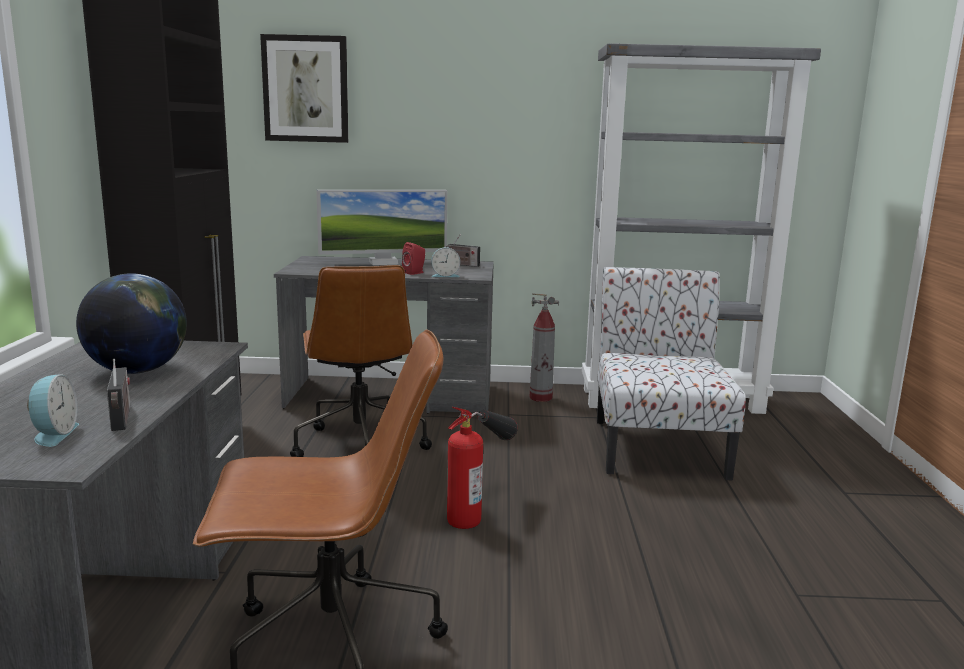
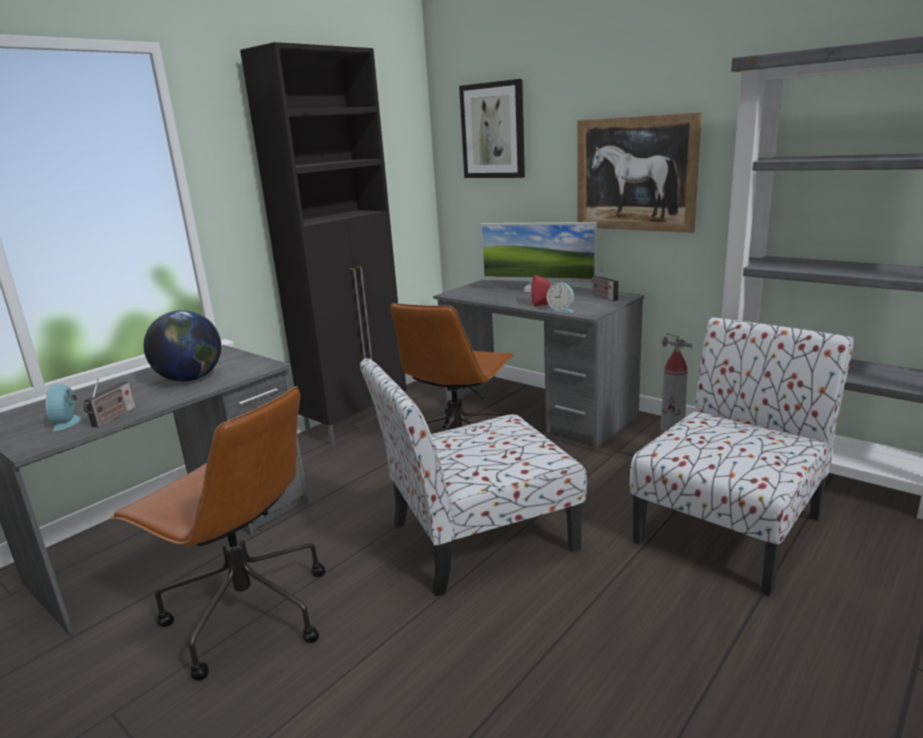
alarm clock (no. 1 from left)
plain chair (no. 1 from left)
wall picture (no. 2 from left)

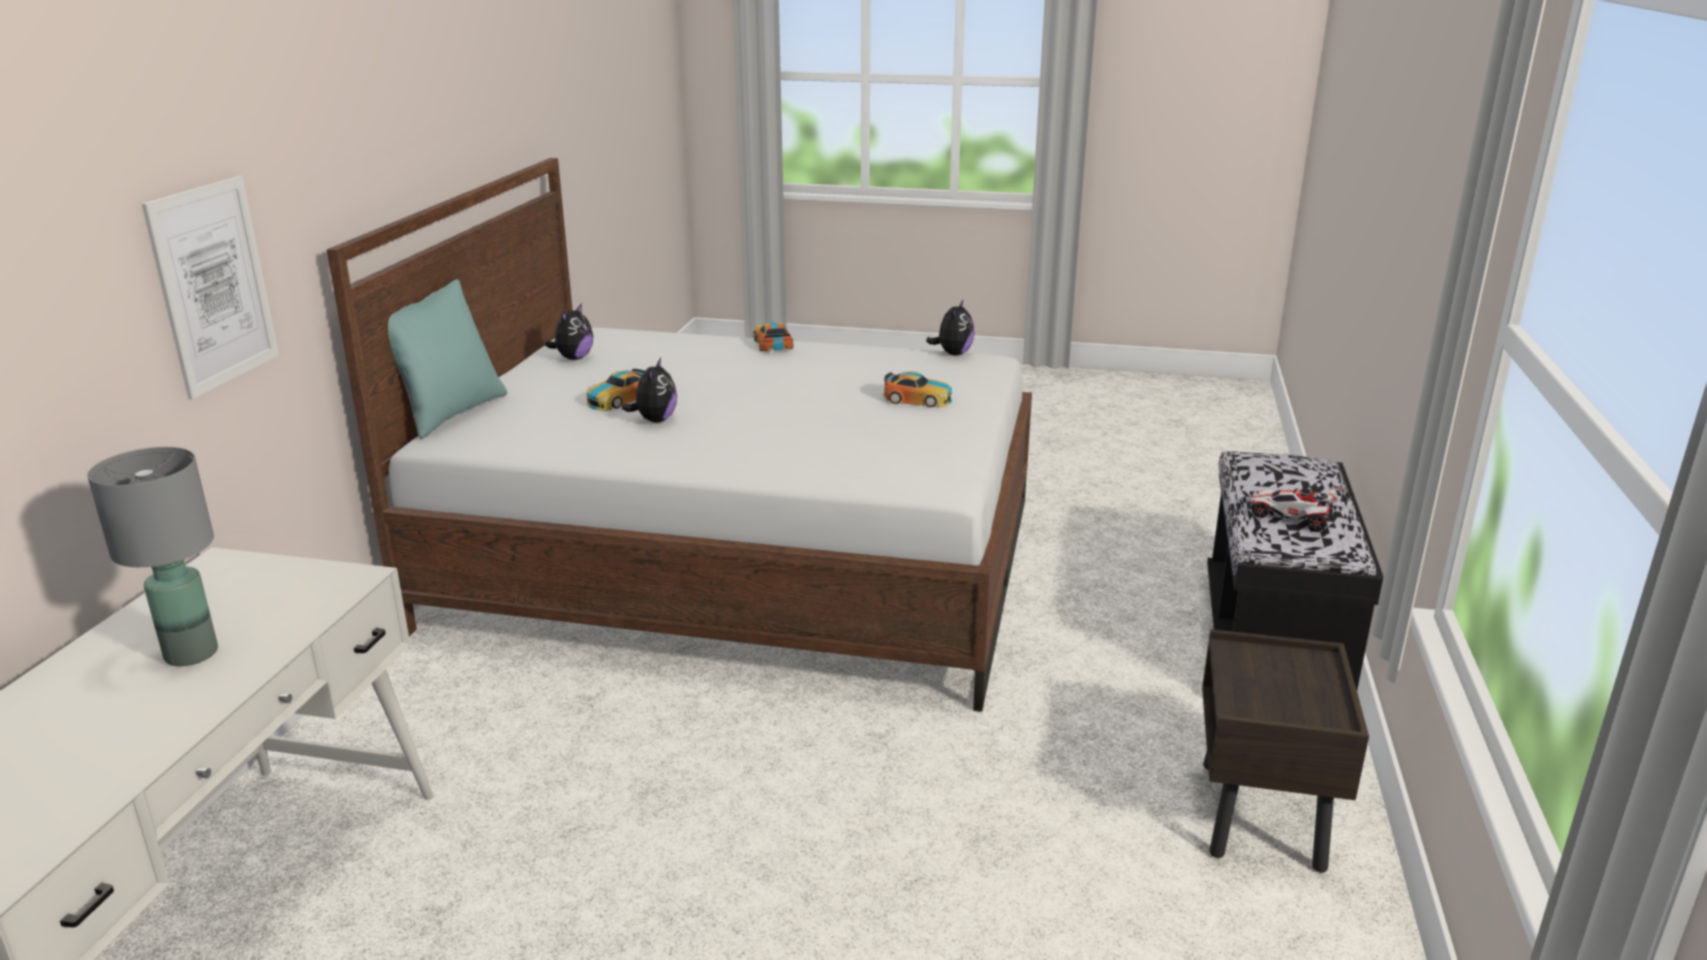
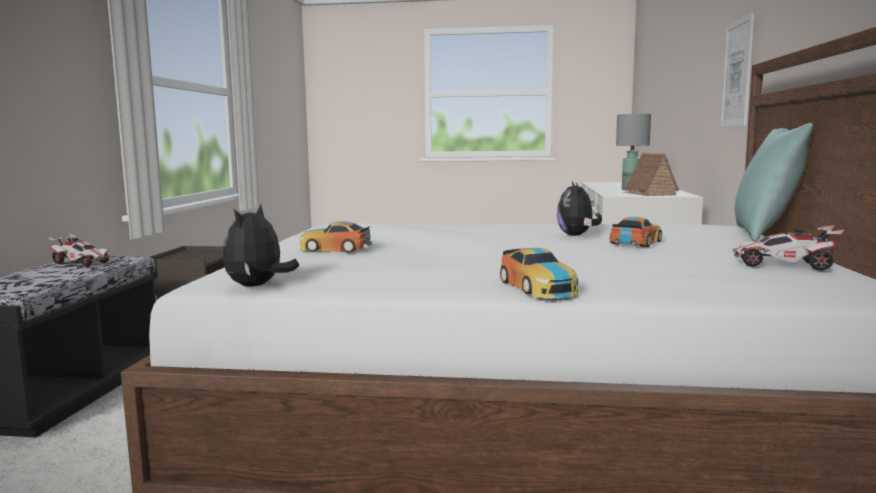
toy car (no. 5 from left)
toy house

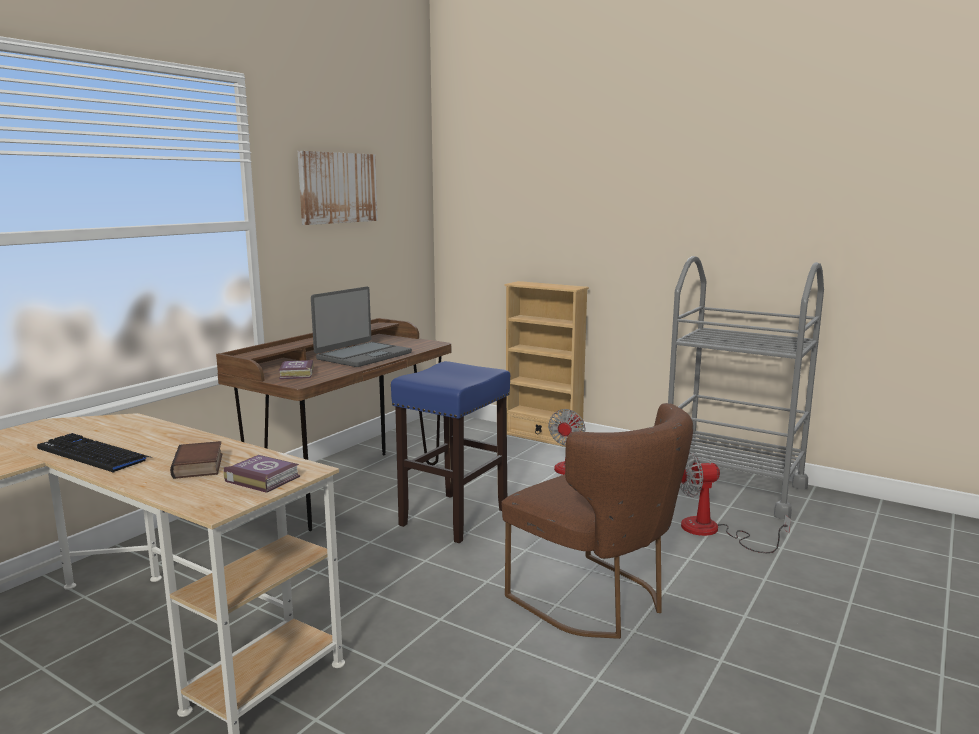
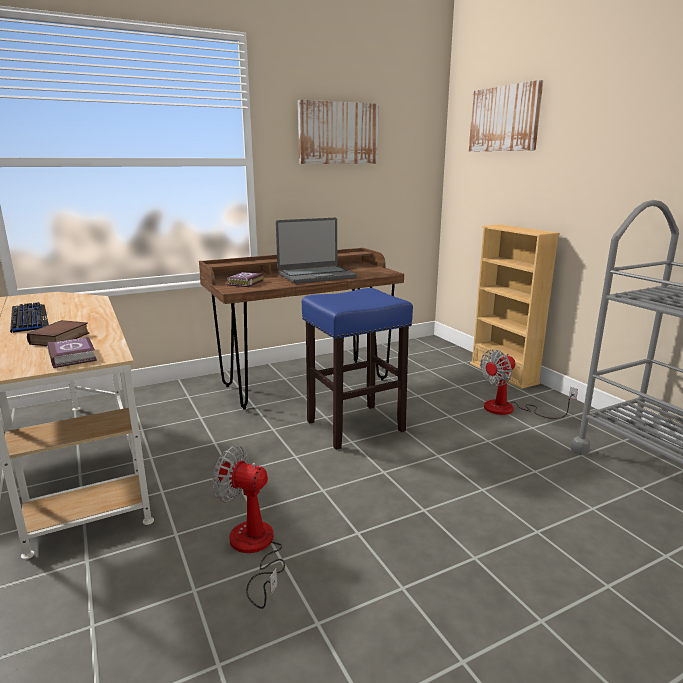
brown-coloured plain chair
cooling fan (no. 1 from left)
wall picture (no. 2 from left)

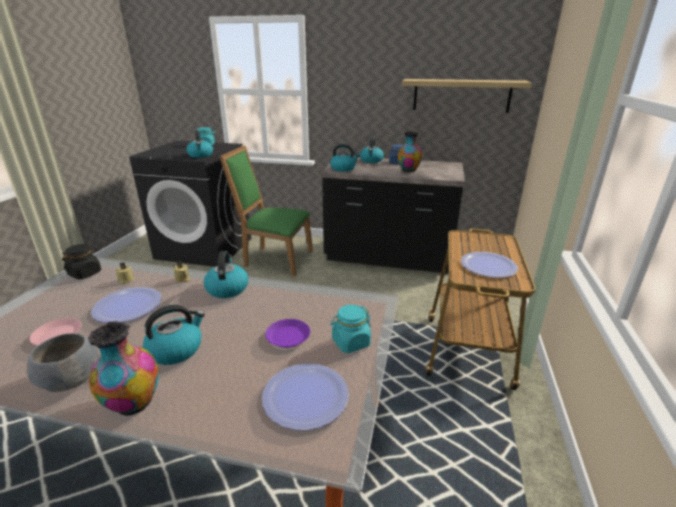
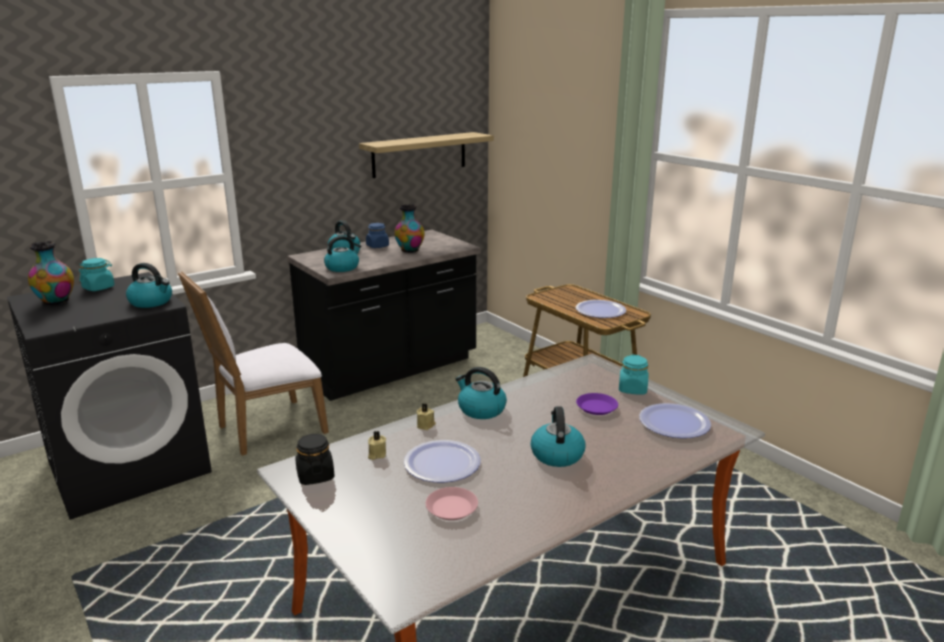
greyish deep dish
decorative vase (no. 1 from left)
white-coloured plain chair

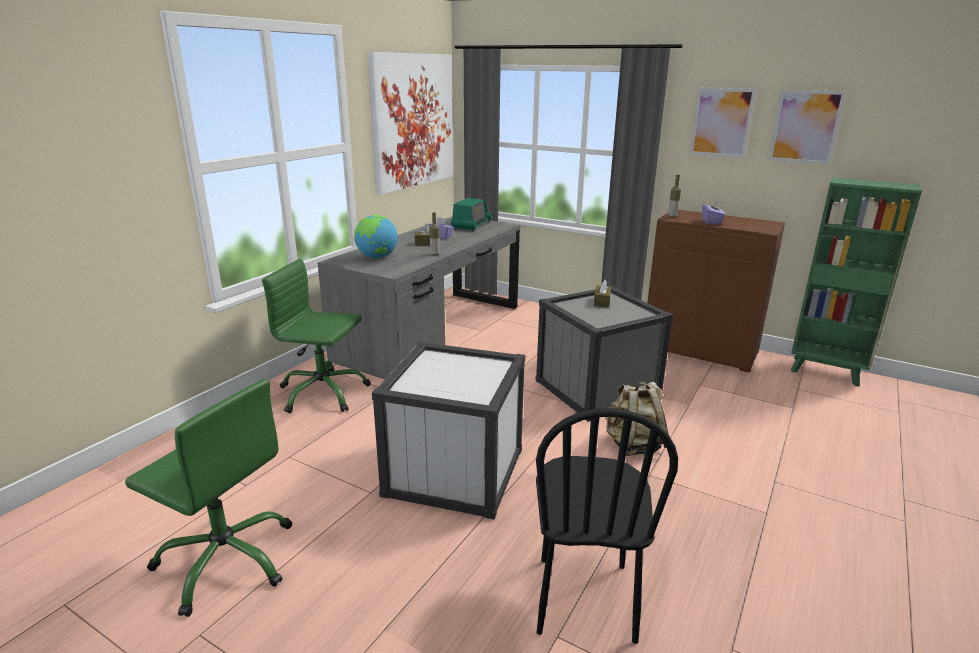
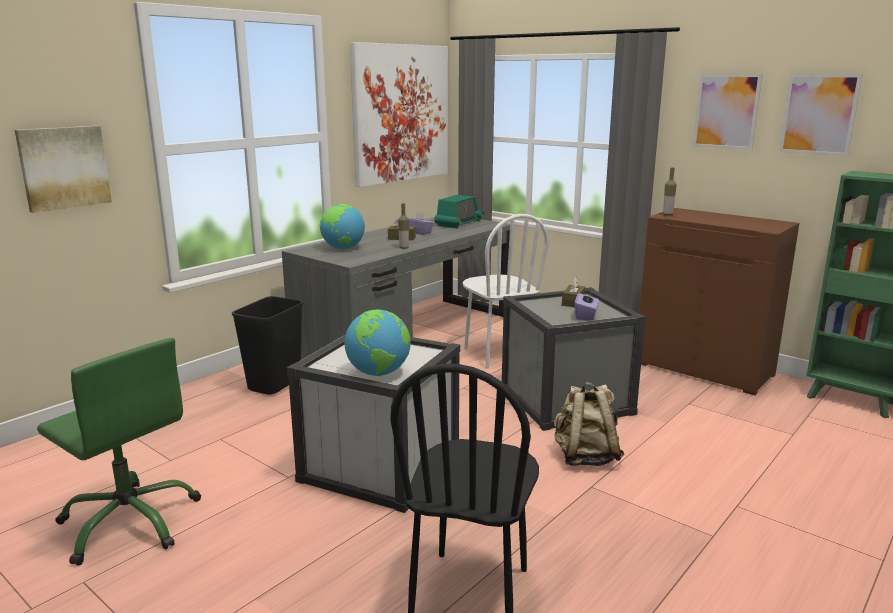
black trash can
purple-coloured tissue box (no. 2 from left)
wall picture (no. 1 from left)
globe (no. 2 from left)
white-coloured plain chair

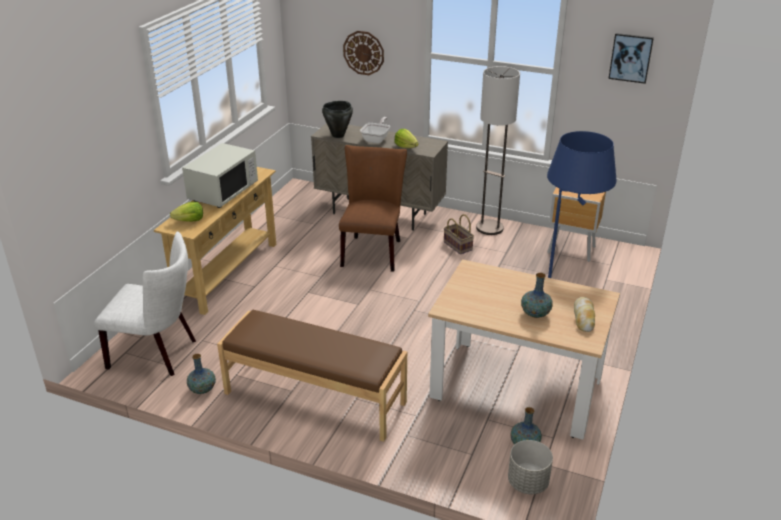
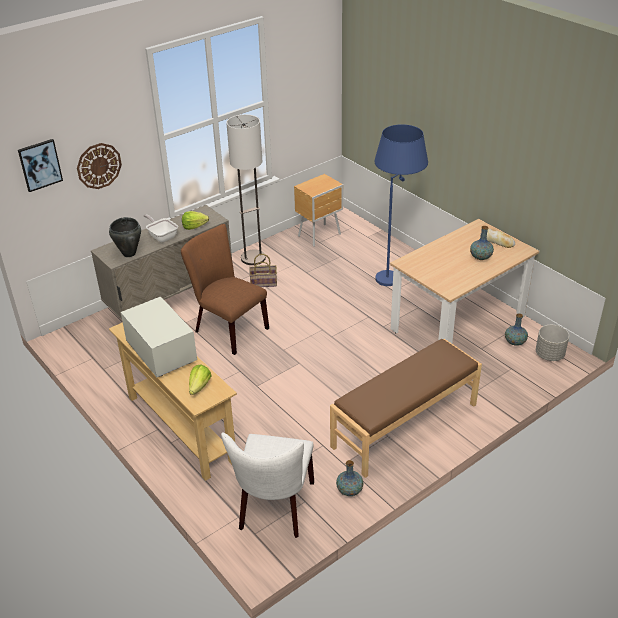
white-coloured plain chair
wall picture

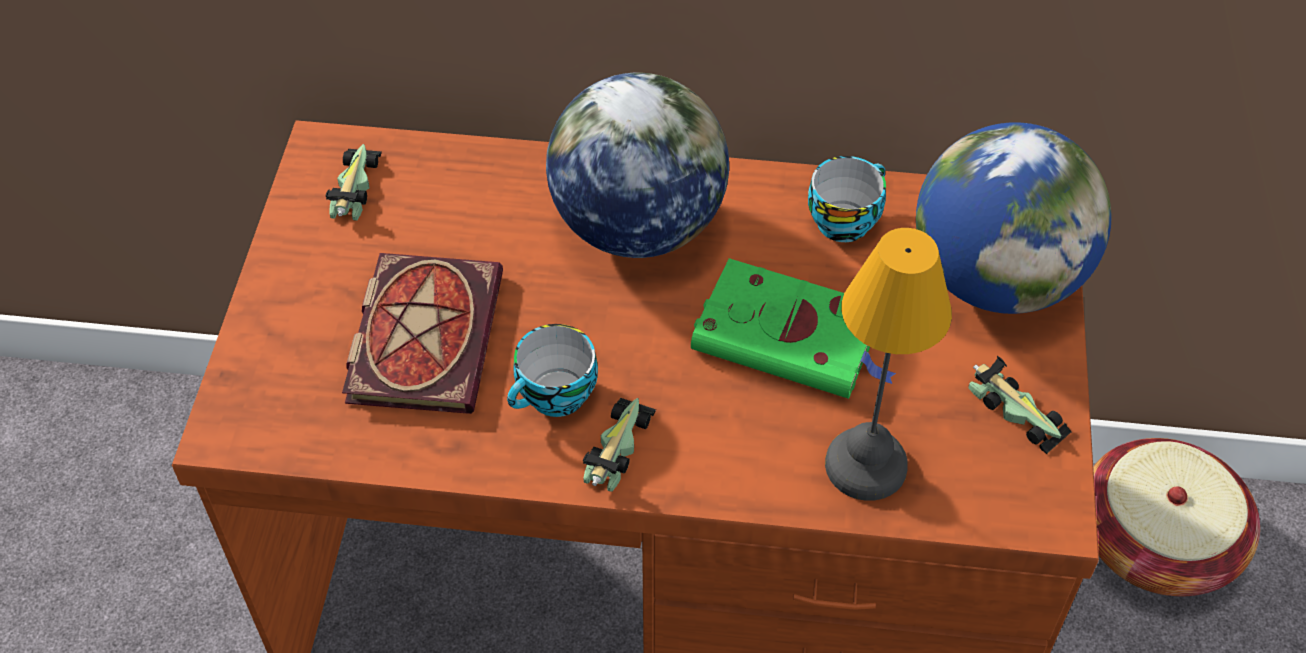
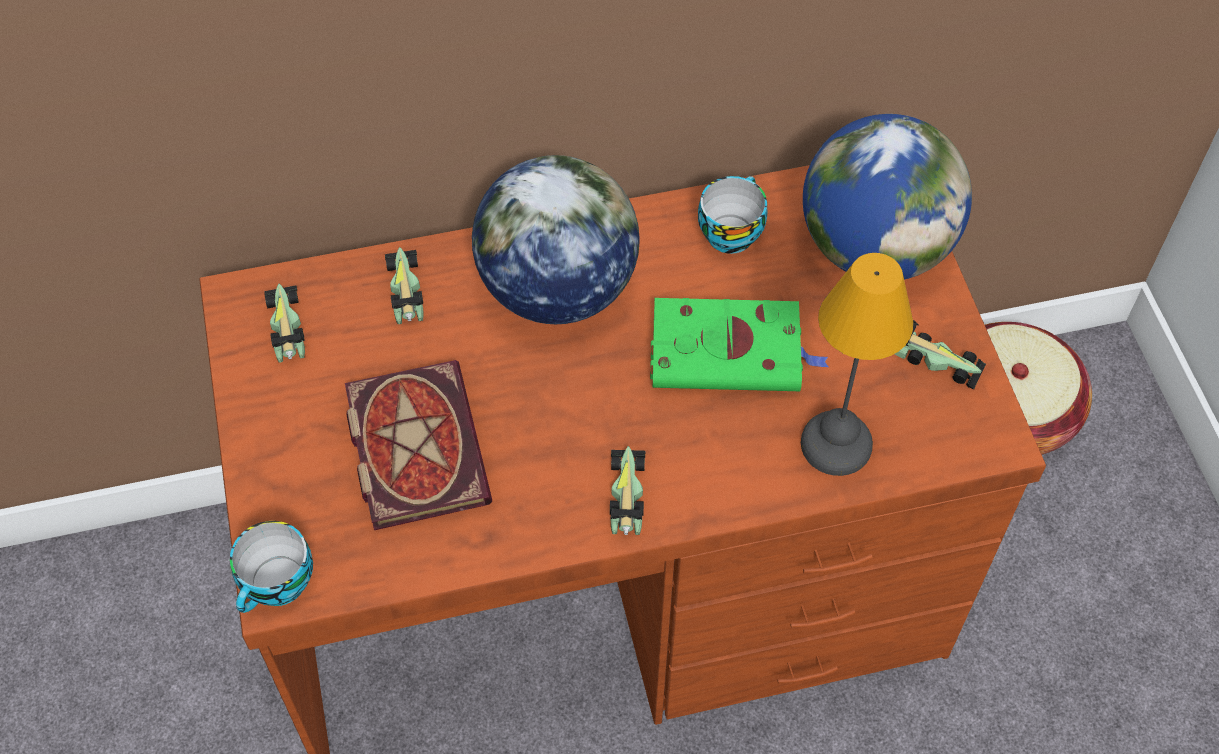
drinking cup (no. 1 from left)
toy car (no. 2 from left)

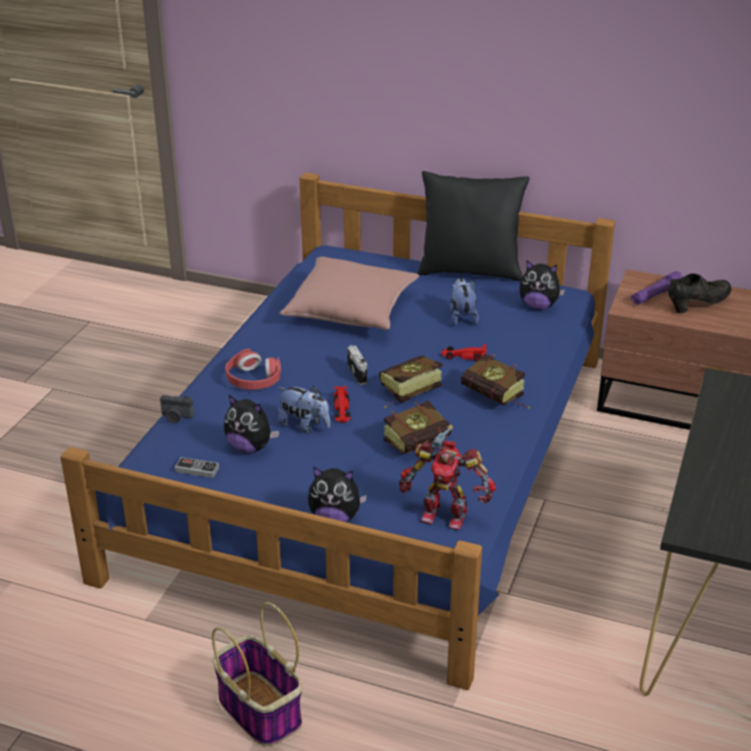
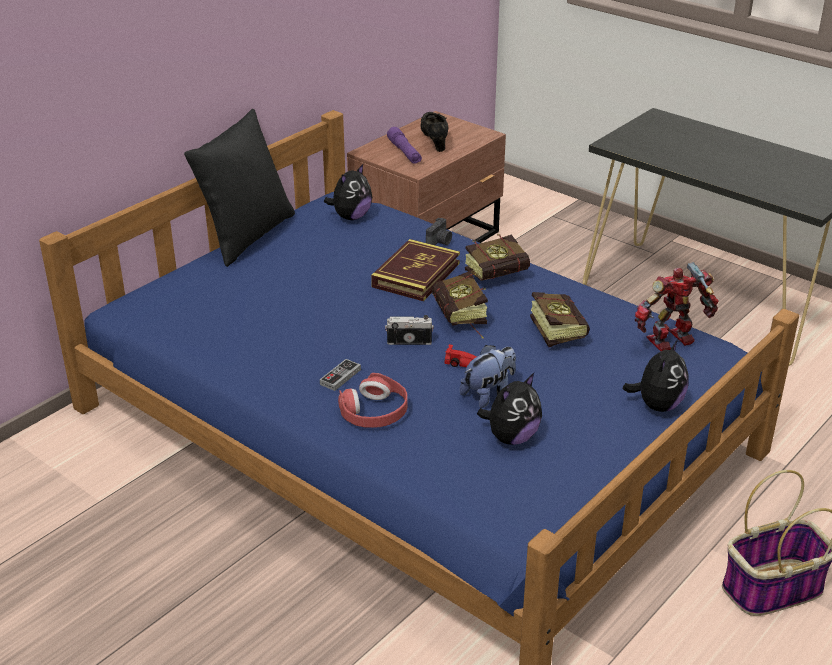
photo camera (no. 2 from left)
gamepad
pinkish throw pillow
model robot
bound book (no. 1 from left)
cuddly toy (no. 4 from left in the first image)

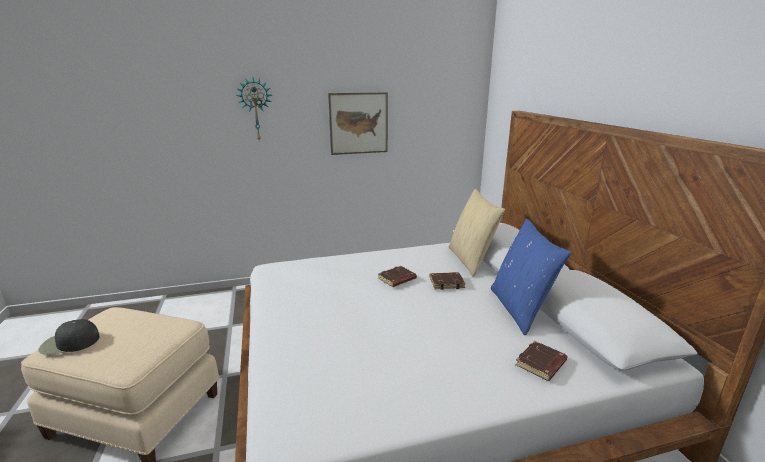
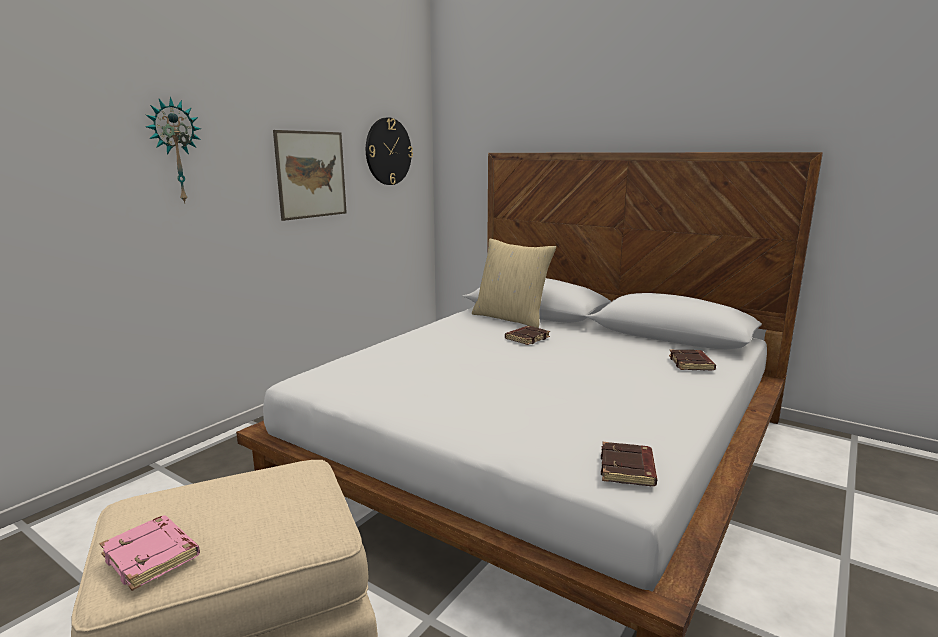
pinkish bound book
brown-coloured bound book (no. 2 from left)
blue throw pillow
clock on the wall (no. 2 from left)

